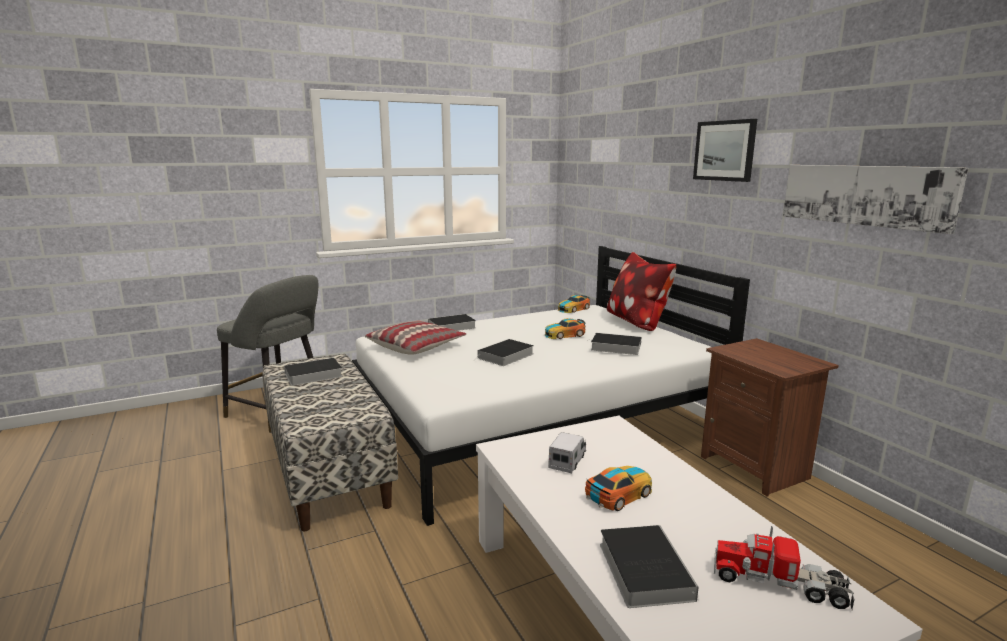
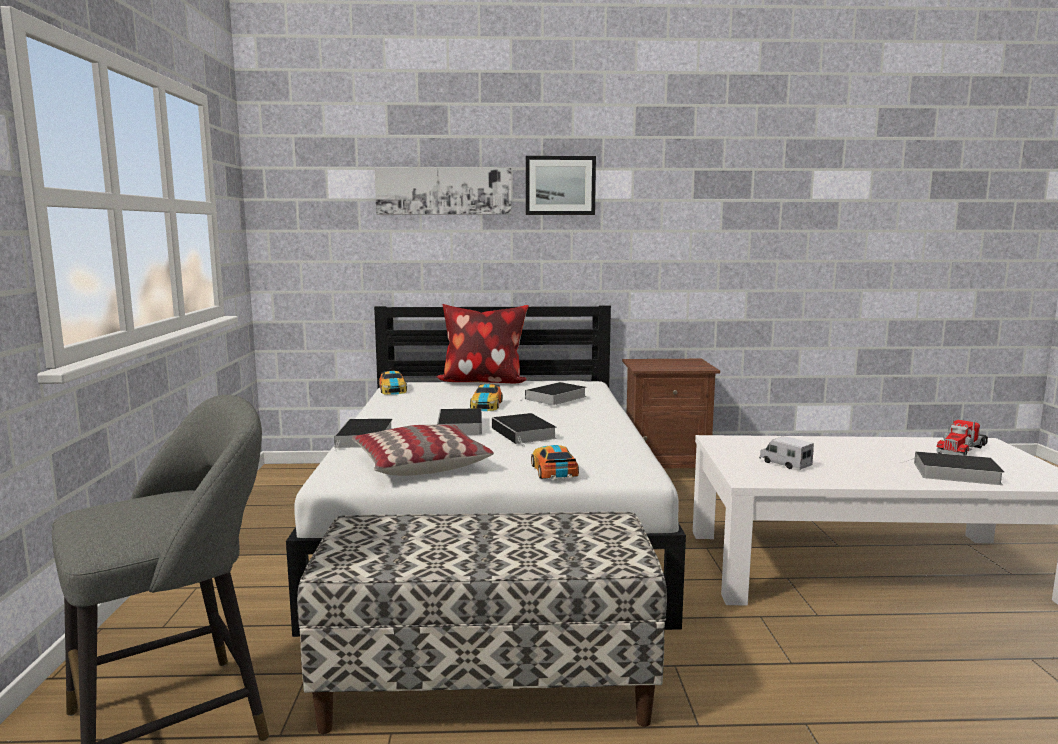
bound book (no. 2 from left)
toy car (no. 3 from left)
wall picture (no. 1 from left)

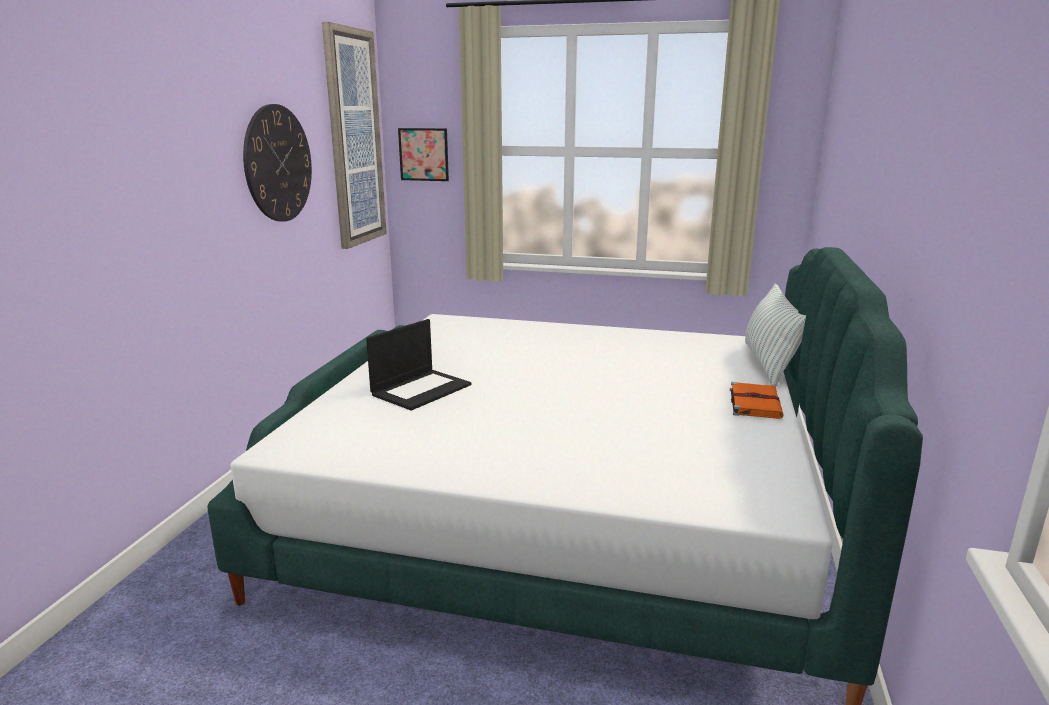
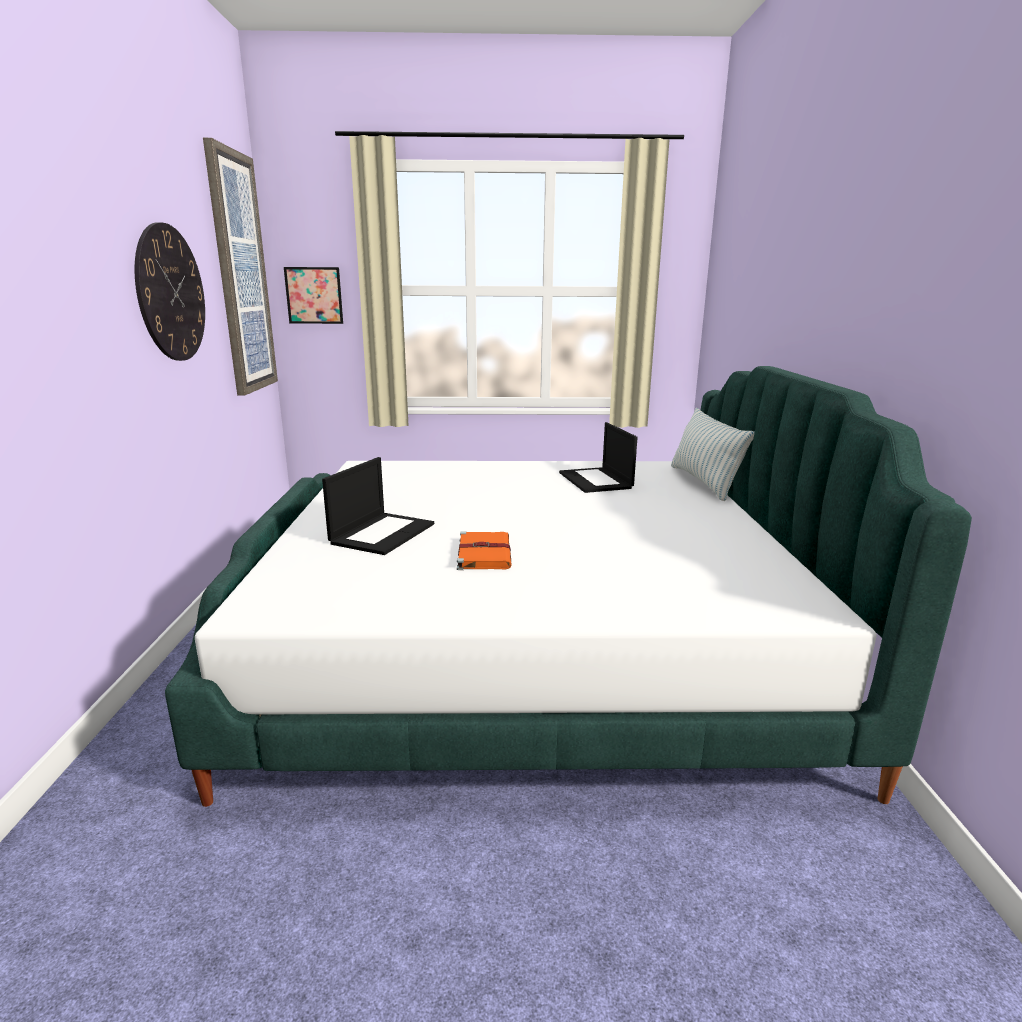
orange bound book
notebook computer (no. 2 from left)

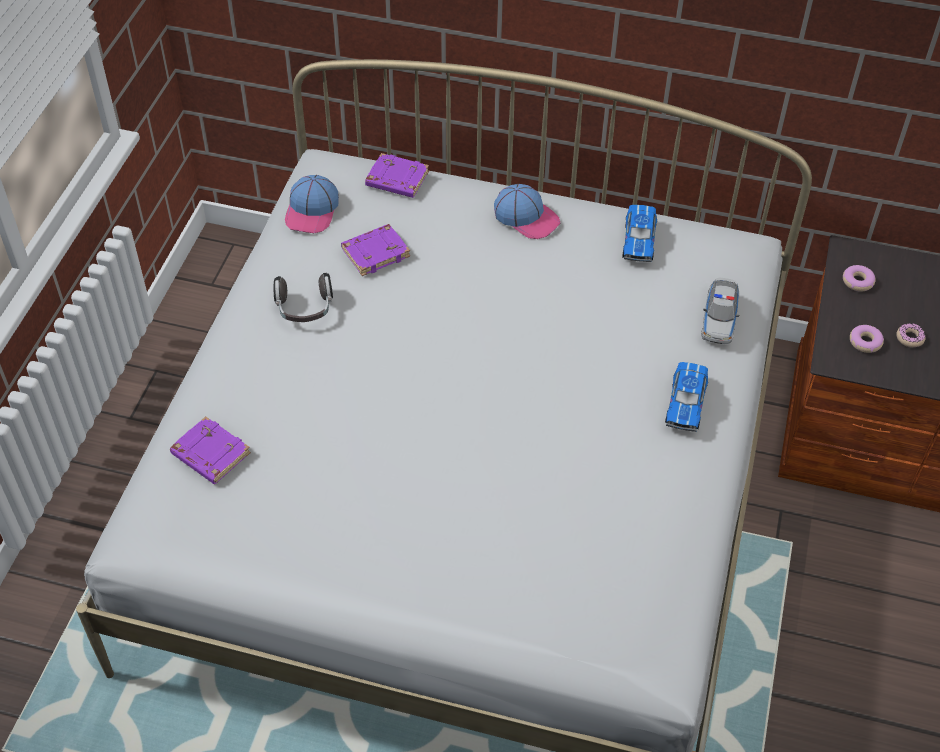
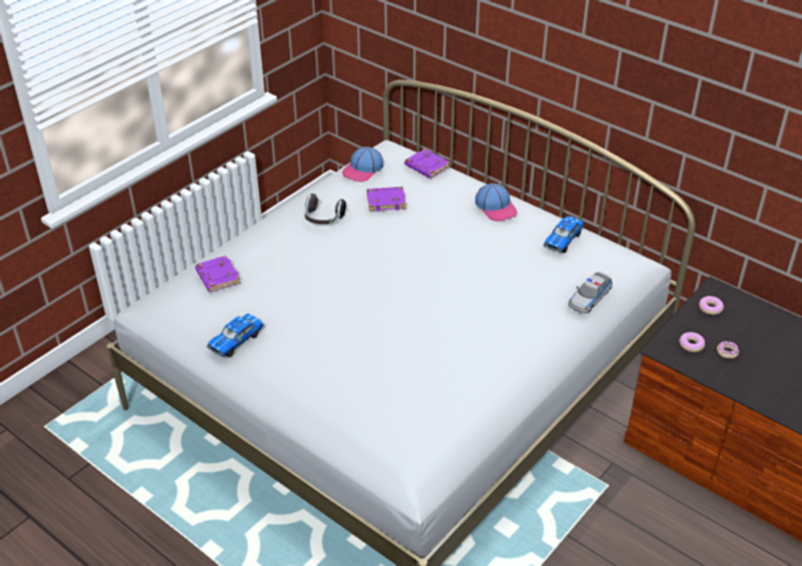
toy car (no. 1 from left)

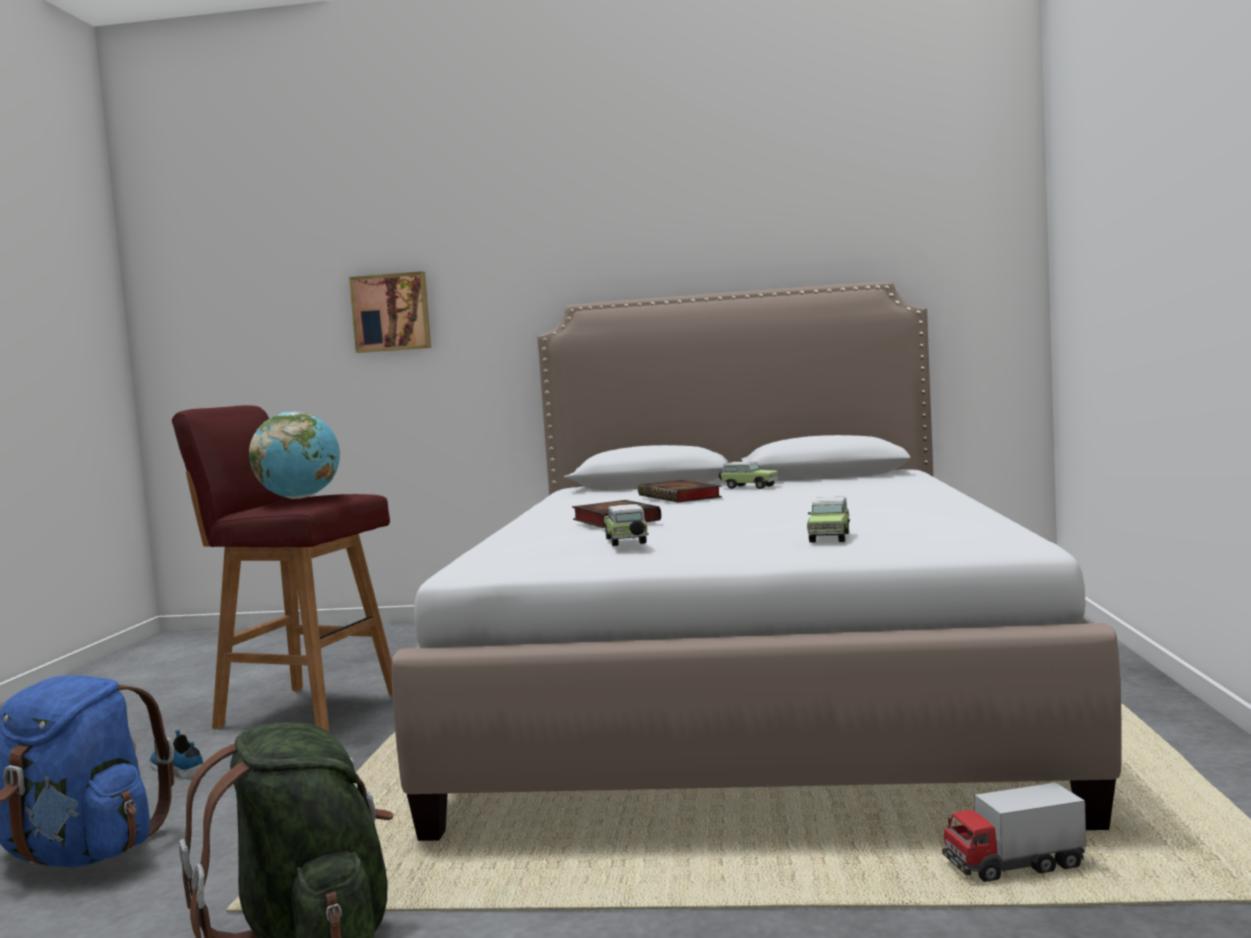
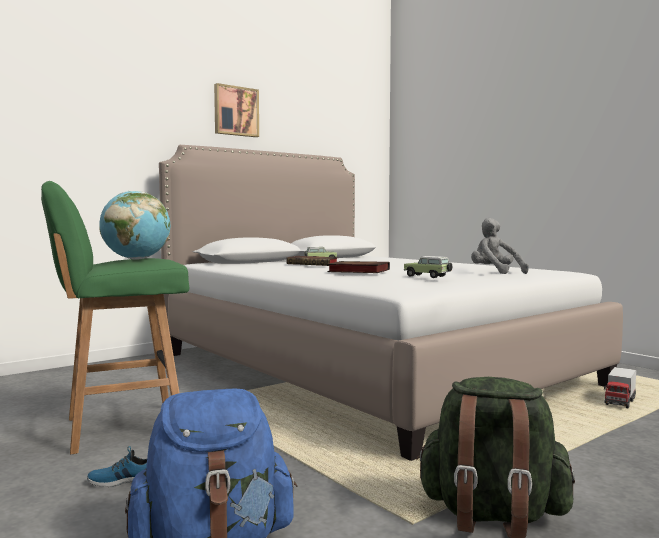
green-coloured stool
wall picture
greyish cuddly toy

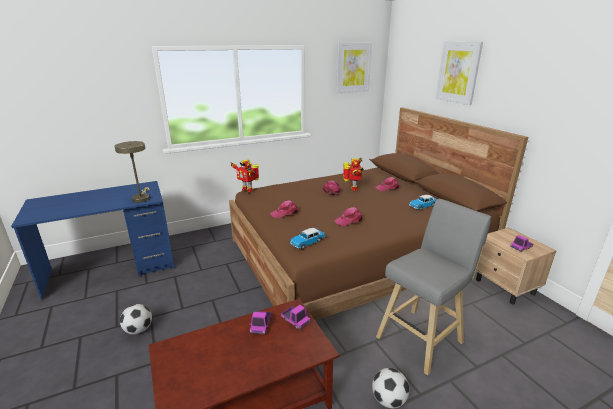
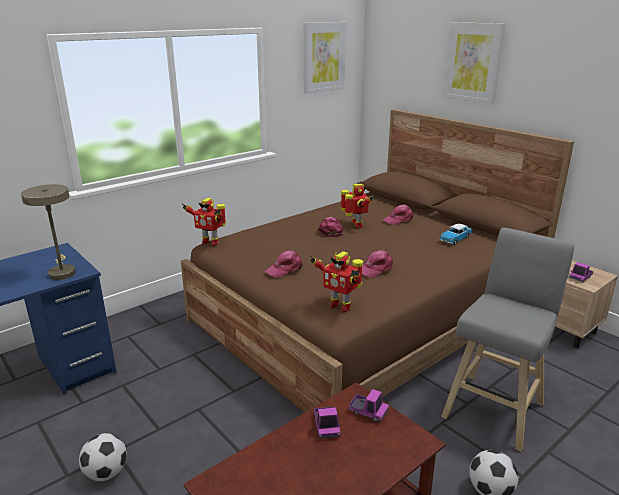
model robot (no. 2 from left)

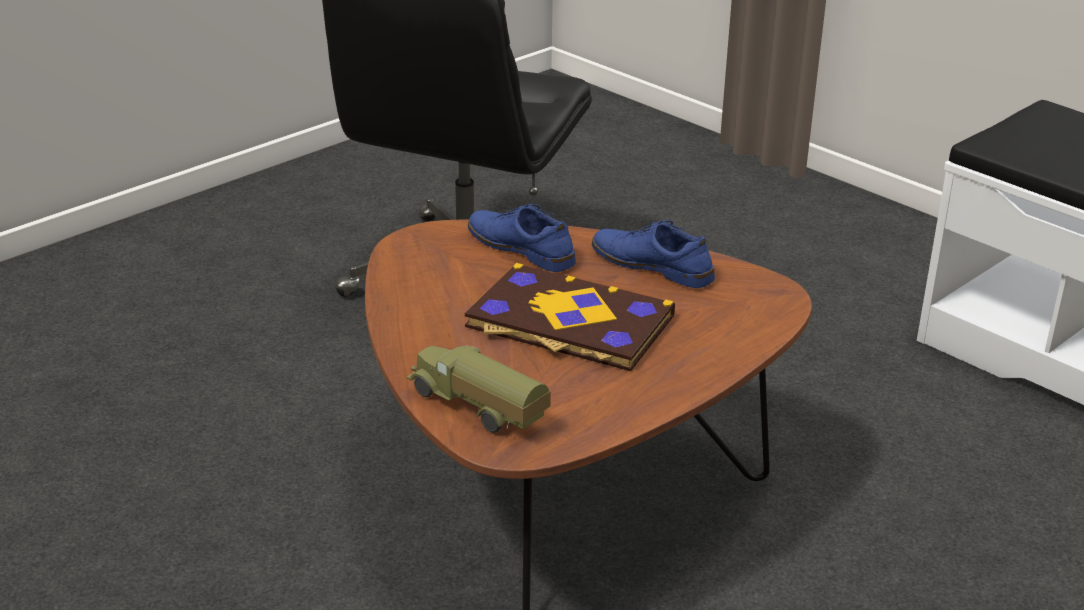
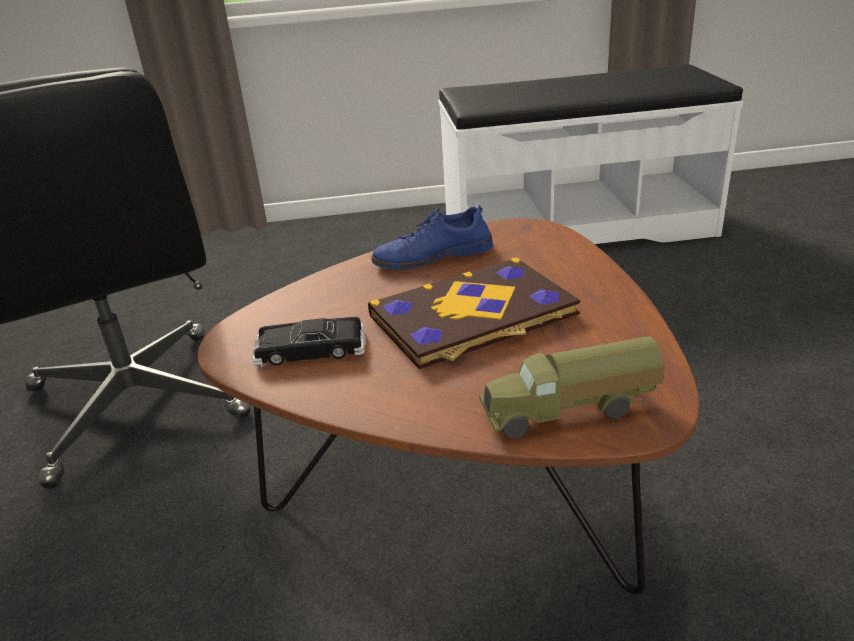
blue item of footwear (no. 1 from left in the first image)
black toy car

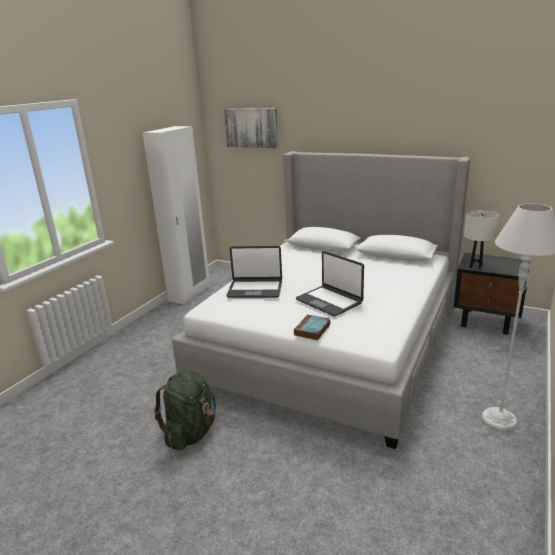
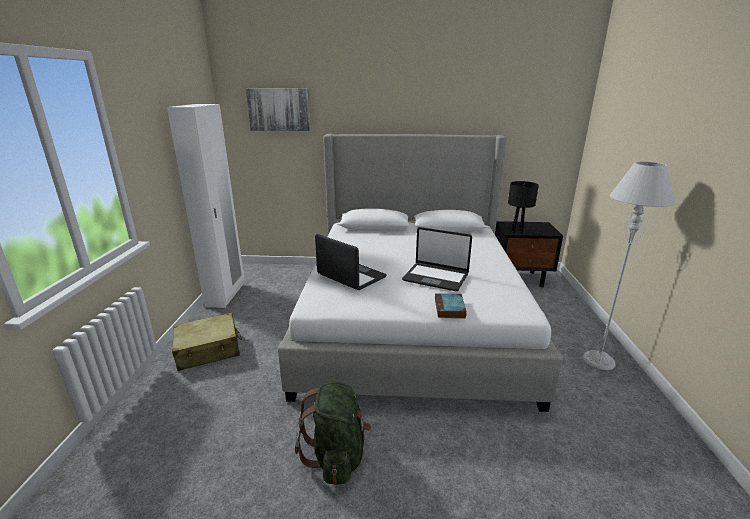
notebook computer (no. 1 from left)
black tabletop lamp
beige-coloured piece of luggage

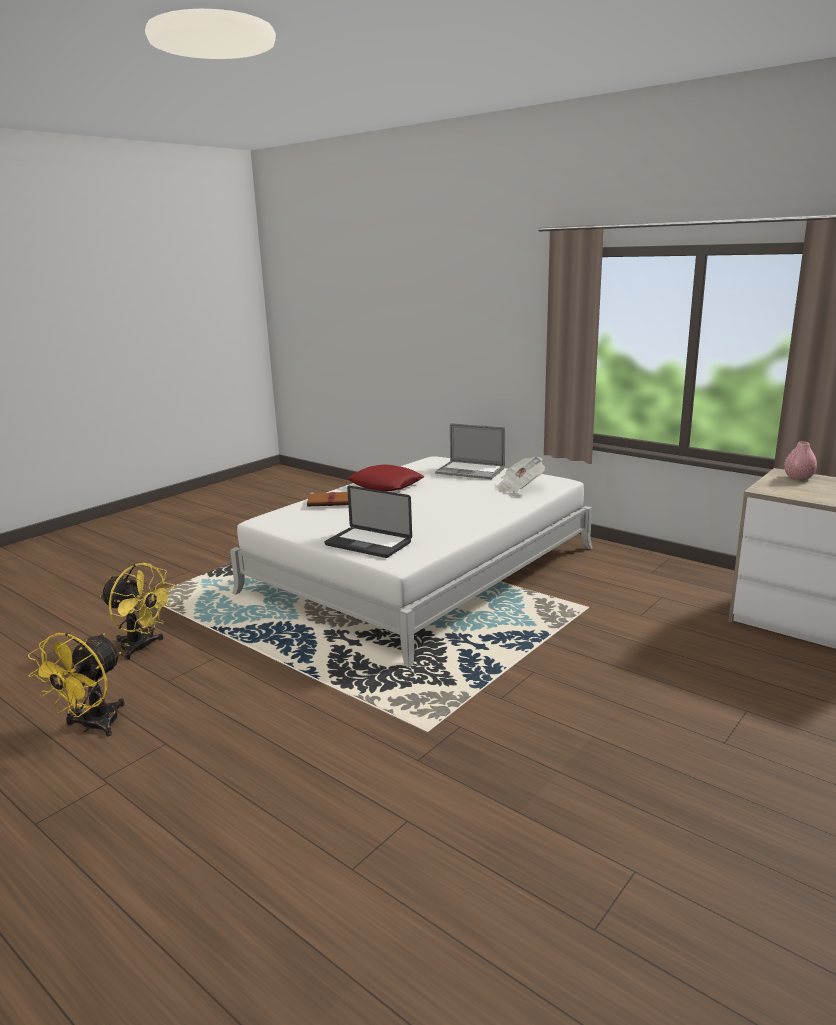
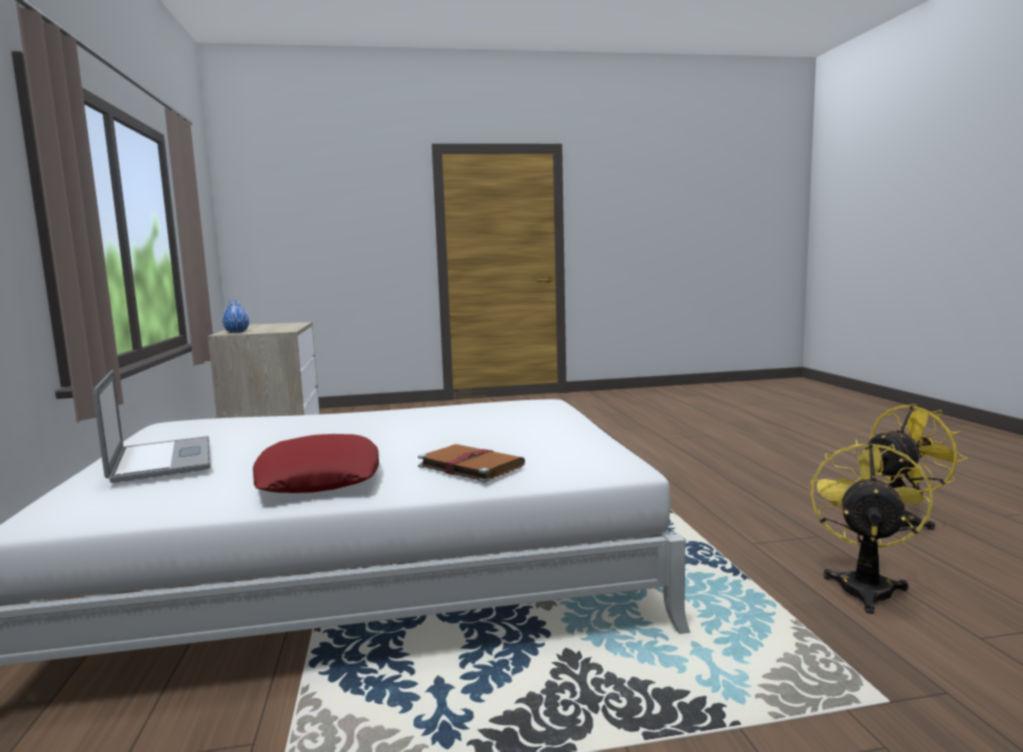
yellow-coloured cooling fan (no. 1 from left)
notebook computer (no. 1 from left in the first image)
newspaper
blue decorative vase

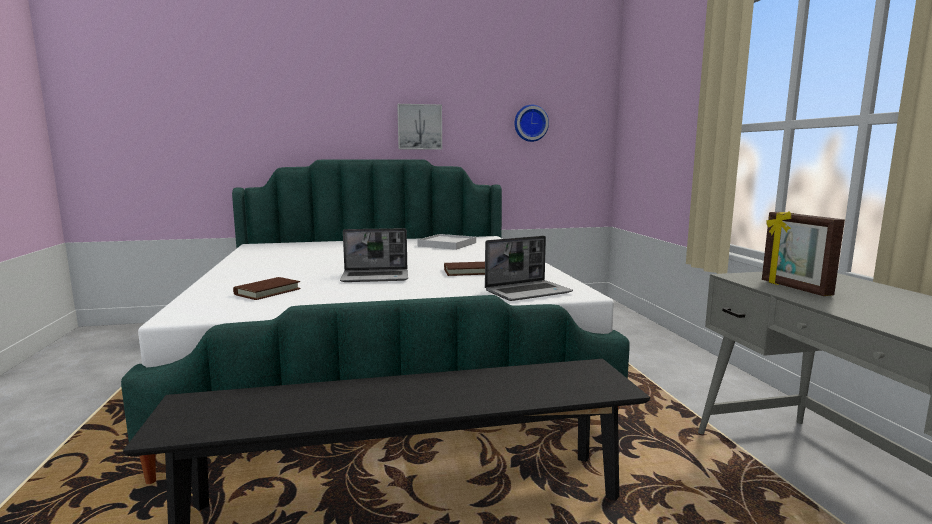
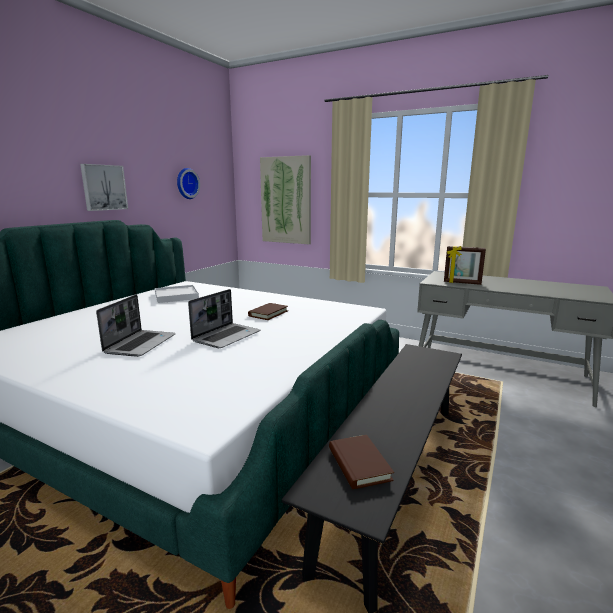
brown-coloured bound book (no. 2 from left)
notebook computer (no. 1 from left)
wall picture (no. 2 from left)

